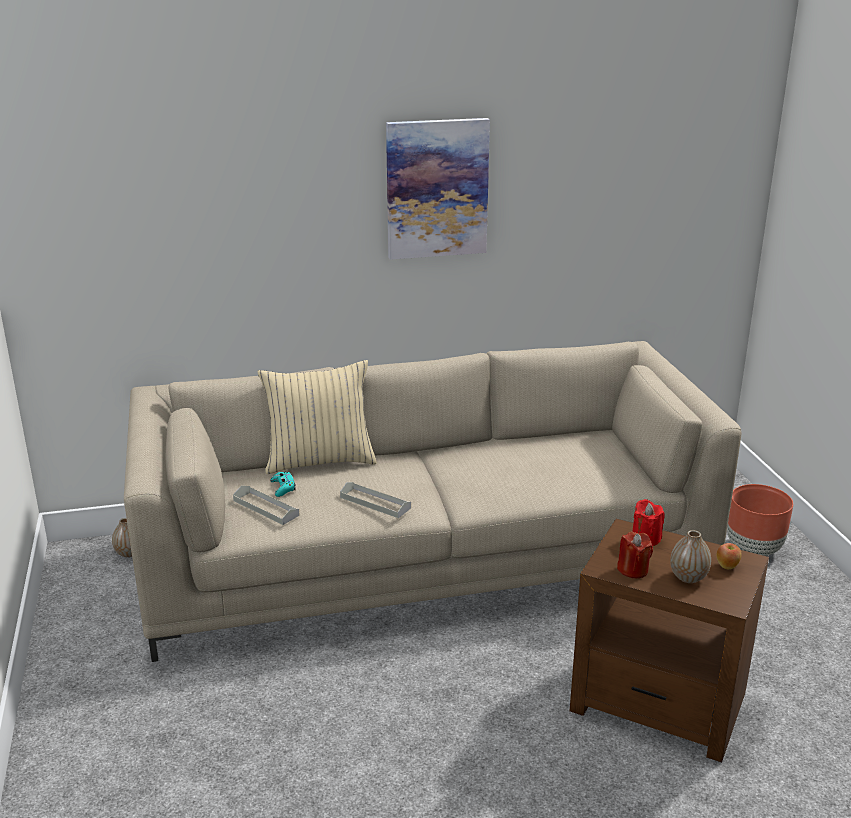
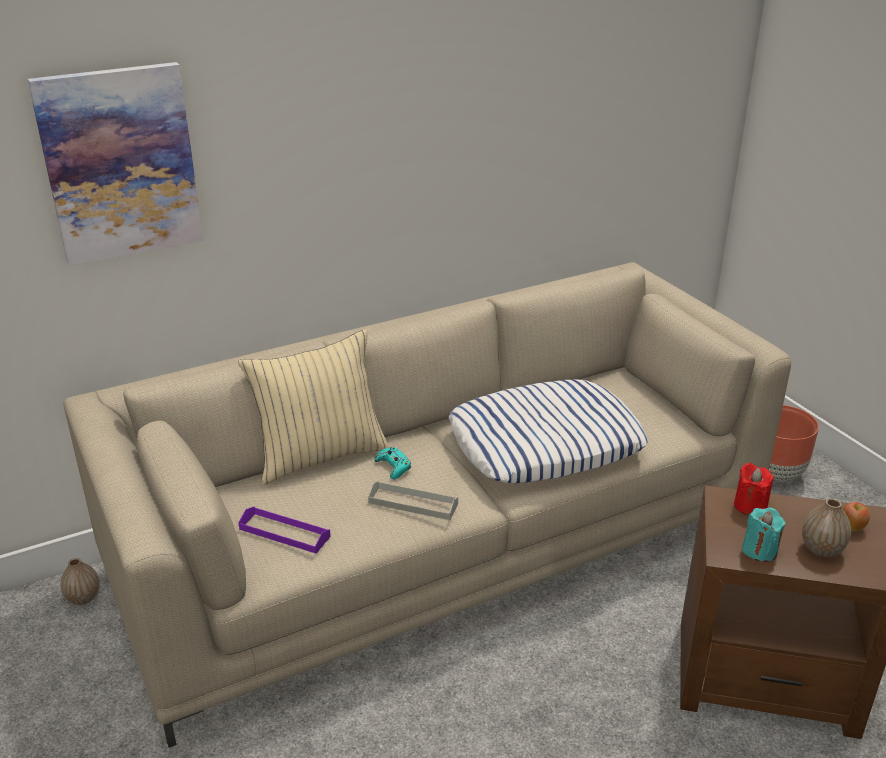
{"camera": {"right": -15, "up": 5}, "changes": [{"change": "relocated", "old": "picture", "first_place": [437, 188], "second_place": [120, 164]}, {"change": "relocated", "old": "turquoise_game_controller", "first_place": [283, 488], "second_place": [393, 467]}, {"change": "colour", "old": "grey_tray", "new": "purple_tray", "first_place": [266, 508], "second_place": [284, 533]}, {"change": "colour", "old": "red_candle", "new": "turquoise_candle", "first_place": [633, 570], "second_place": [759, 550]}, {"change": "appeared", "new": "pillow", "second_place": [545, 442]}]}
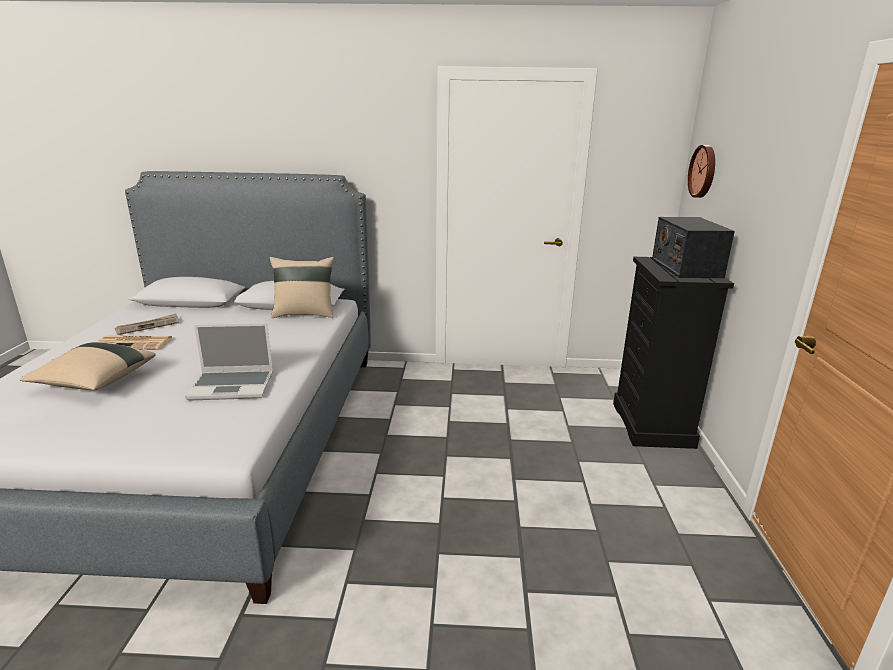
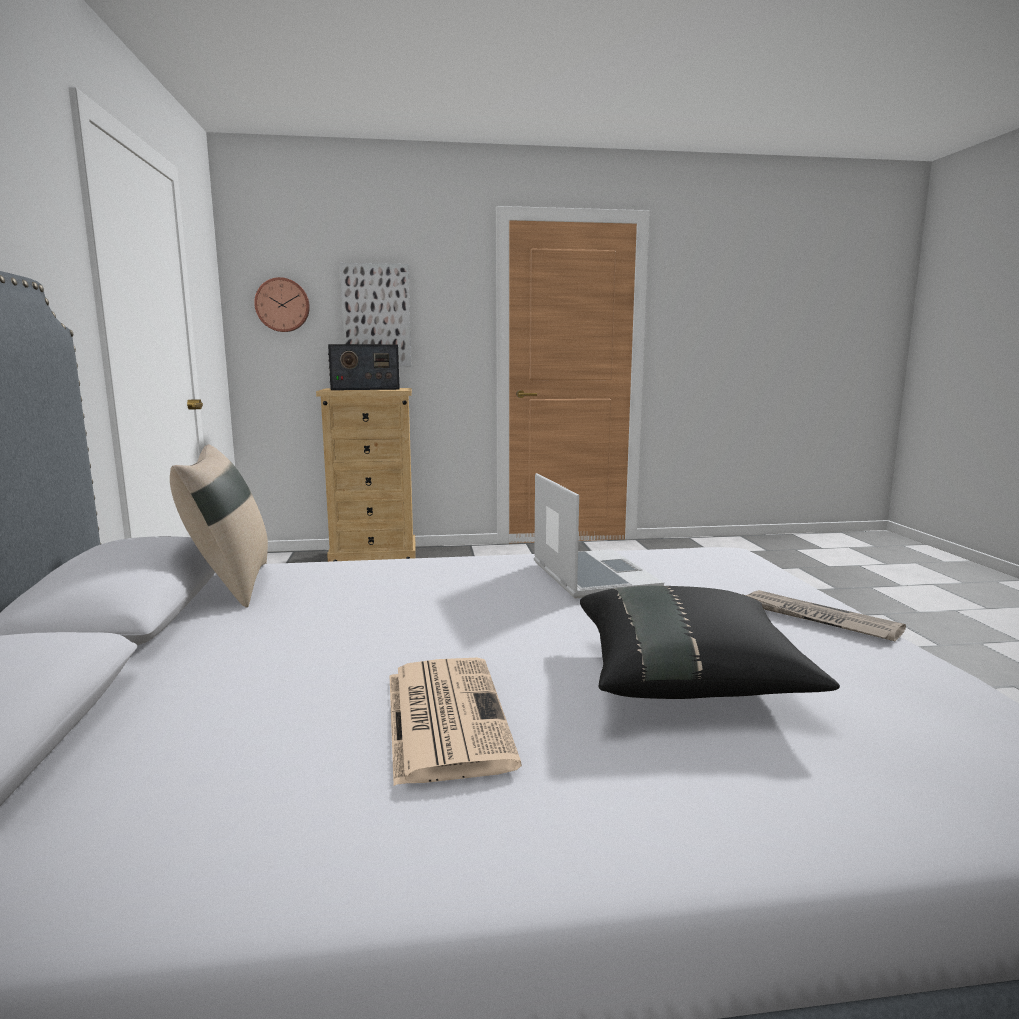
{"camera": {"right": -100, "up": -10}, "changes": [{"change": "colour", "old": "black_dresser", "new": "beige_dresser", "first_place": [652, 425], "second_place": [374, 557]}, {"change": "relocated", "old": "newspaper", "first_place": [148, 326], "second_place": [818, 619]}, {"change": "colour", "old": "beige_pillow", "new": "black_pillow", "first_place": [94, 382], "second_place": [688, 679]}, {"change": "appeared", "new": "picture", "second_place": [376, 315]}]}
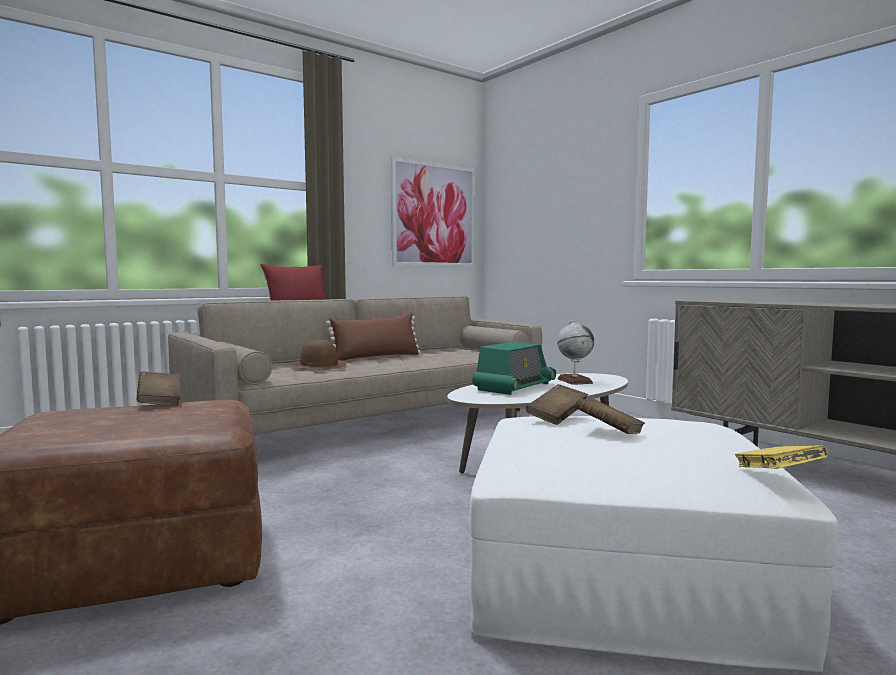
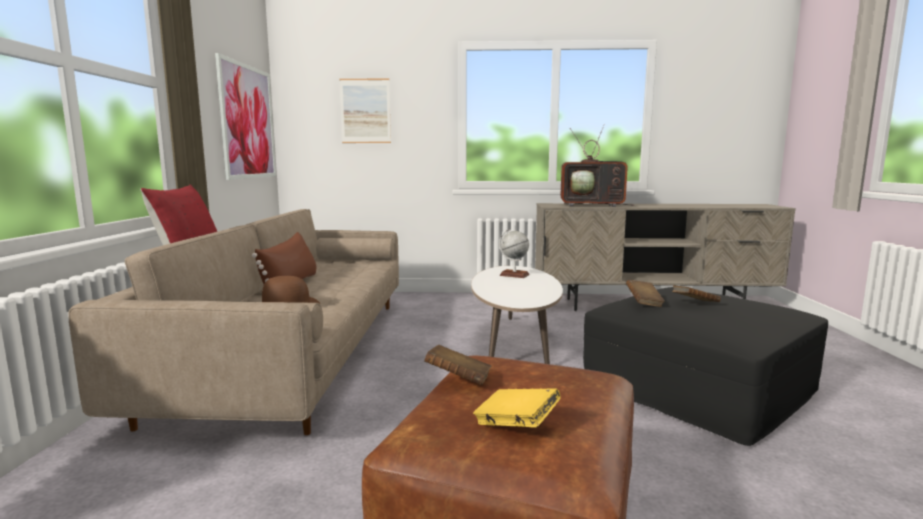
{"camera": {"right": -50, "up": 5}, "changes": [{"change": "missing", "old": "radio", "first_place": [514, 387]}, {"change": "colour", "old": "white_ottoman", "new": "black_ottoman", "first_place": [624, 575], "second_place": [698, 387]}, {"change": "relocated", "old": "yellow_book", "first_place": [777, 476], "second_place": [516, 425]}, {"change": "appeared", "new": "picture", "second_place": [365, 111]}, {"change": "appeared", "new": "television", "second_place": [593, 205]}]}
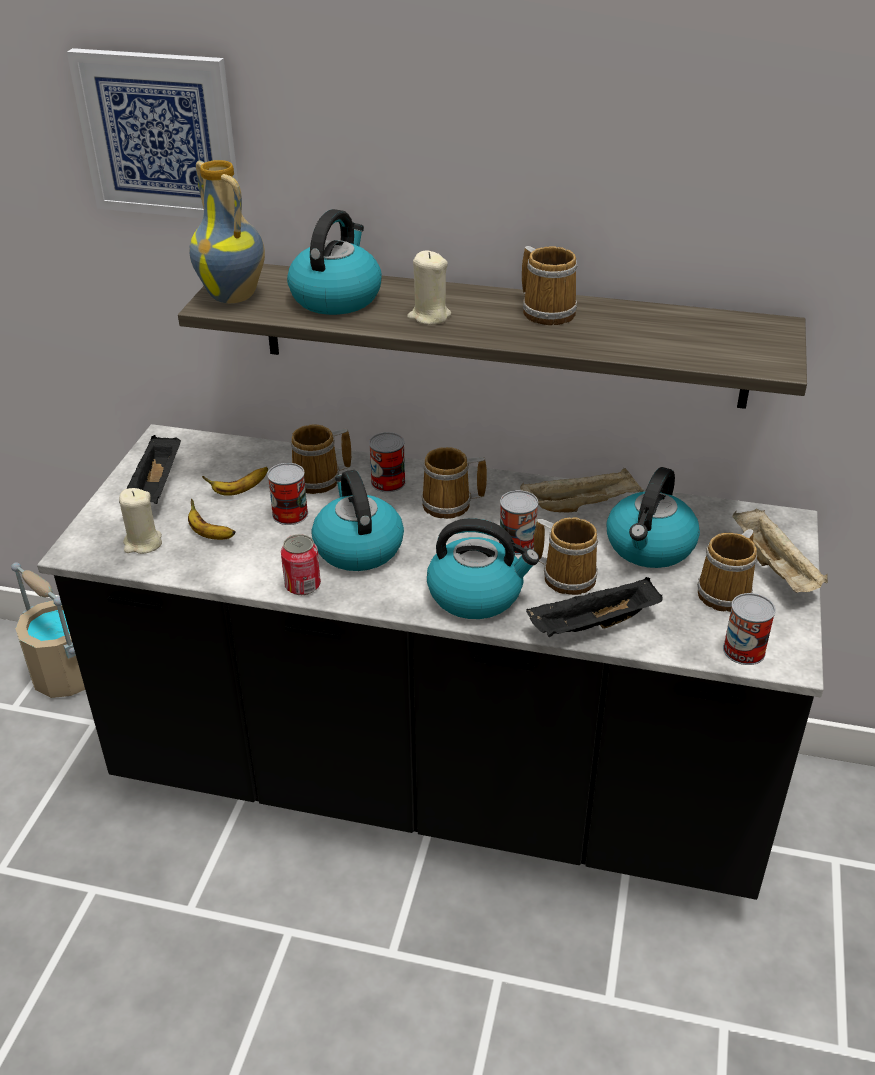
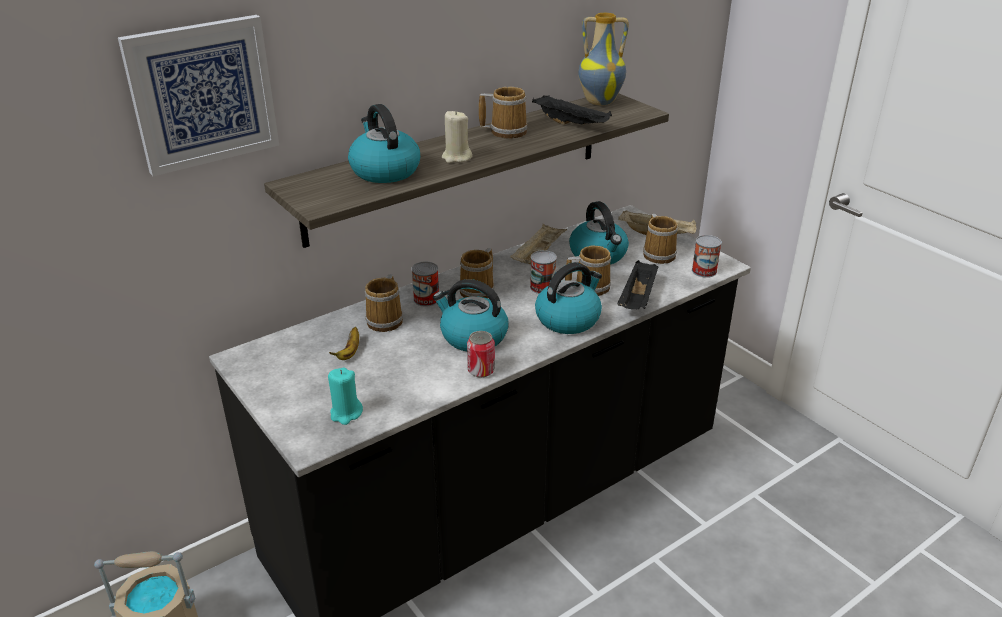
{"camera": {"right": -50, "up": -5}, "changes": [{"change": "relocated", "old": "vase", "first_place": [235, 296], "second_place": [600, 101]}, {"change": "relocated", "old": "black_tray", "first_place": [156, 489], "second_place": [572, 124]}, {"change": "missing", "old": "can", "first_place": [290, 514]}, {"change": "colour", "old": "beige_candle", "new": "turquoise_candle", "first_place": [142, 543], "second_place": [346, 413]}, {"change": "missing", "old": "banana", "first_place": [209, 534]}]}
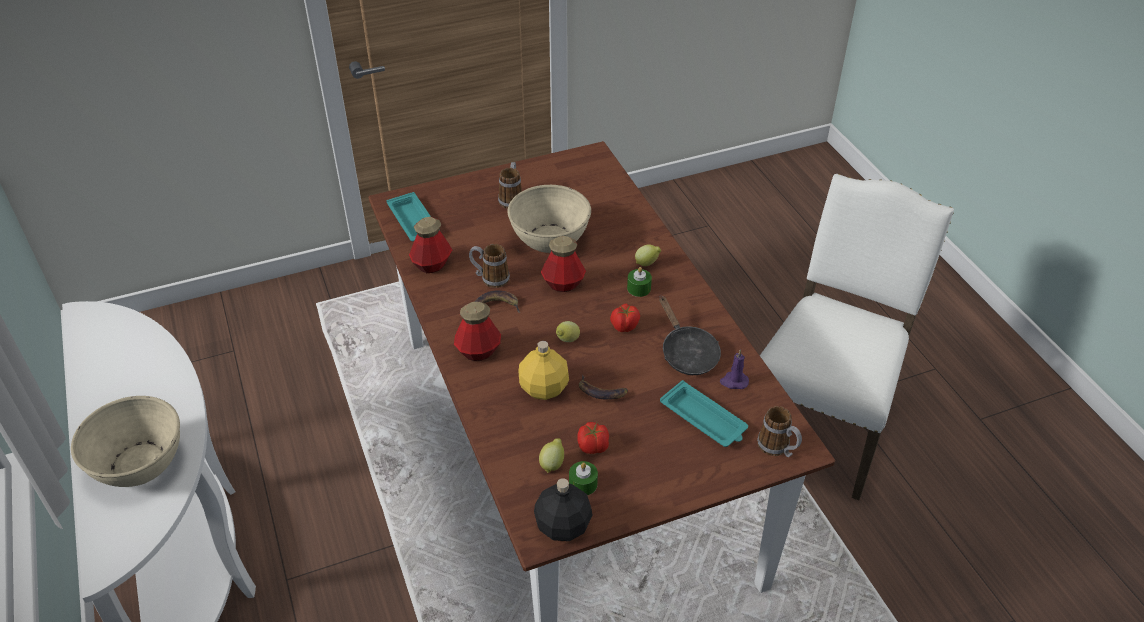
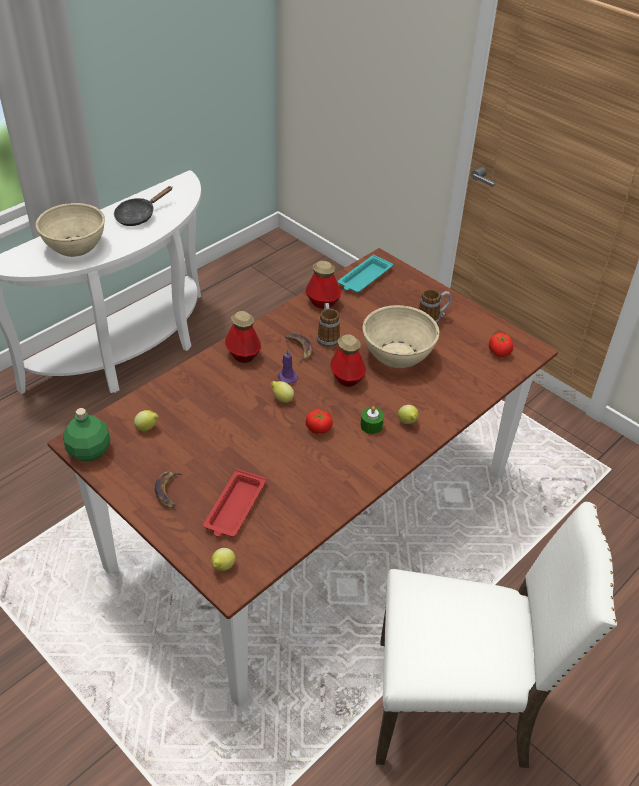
{"camera": {"right": 65, "up": 0}, "changes": [{"change": "relocated", "old": "black_frying_pan", "first_place": [687, 353], "second_place": [138, 216]}, {"change": "missing", "old": "yellow_bottle", "first_place": [543, 388]}, {"change": "relocated", "old": "purple_candle", "first_place": [733, 381], "second_place": [287, 376]}, {"change": "relocated", "old": "banana", "first_place": [601, 391], "second_place": [169, 491]}, {"change": "colour", "old": "turquoise_tray", "new": "red_tray", "first_place": [704, 419], "second_place": [234, 508]}, {"change": "exchanged", "old": "mug", "new": "lemon", "first_place": [778, 448], "second_place": [223, 567]}, {"change": "relocated", "old": "tomato", "first_place": [593, 447], "second_place": [499, 352]}, {"change": "missing", "old": "green_candle", "first_place": [583, 484]}, {"change": "colour", "old": "black_bottle", "new": "green_bottle", "first_place": [563, 525], "second_place": [90, 451]}]}
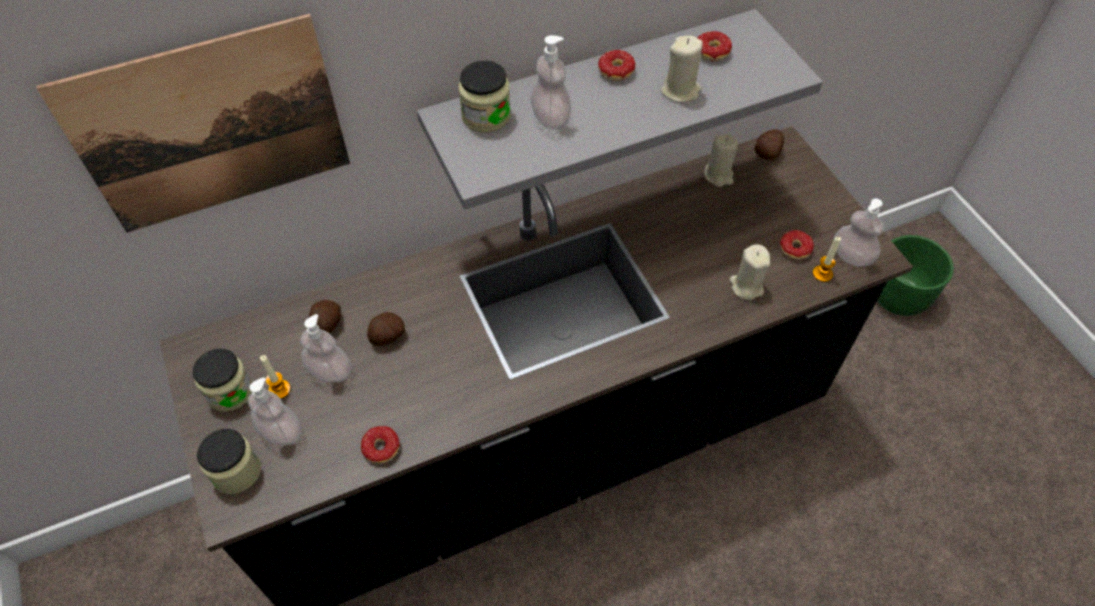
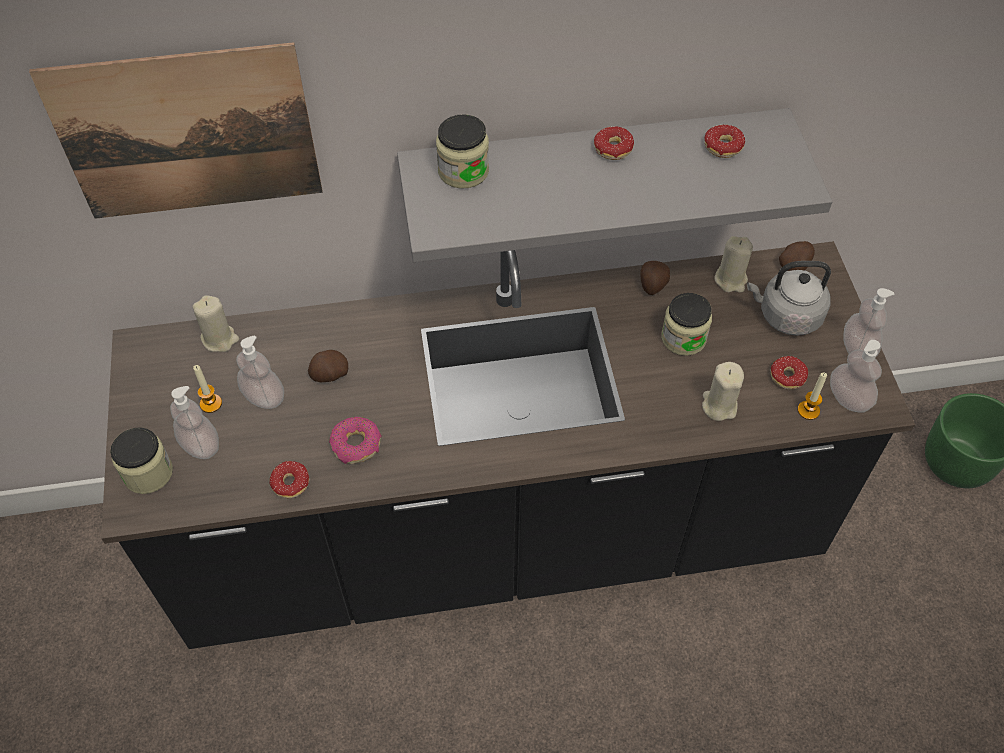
{"camera": {"right": 15, "up": 0}, "changes": [{"change": "relocated", "old": "soap_dispenser", "first_place": [550, 118], "second_place": [857, 348]}, {"change": "relocated", "old": "beige_candle", "first_place": [680, 91], "second_place": [220, 339]}, {"change": "relocated", "old": "potato", "first_place": [327, 324], "second_place": [652, 285]}, {"change": "relocated", "old": "jar", "first_place": [230, 391], "second_place": [683, 338]}, {"change": "appeared", "new": "grey_kettle", "second_place": [786, 316]}, {"change": "appeared", "new": "donut", "second_place": [356, 445]}]}
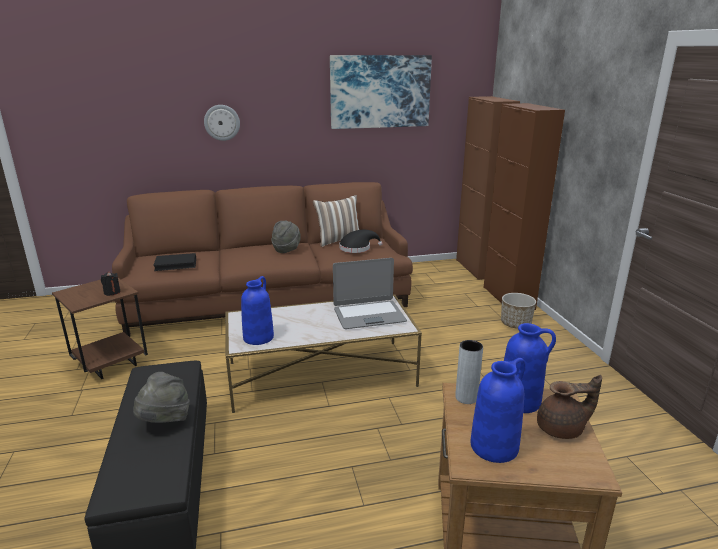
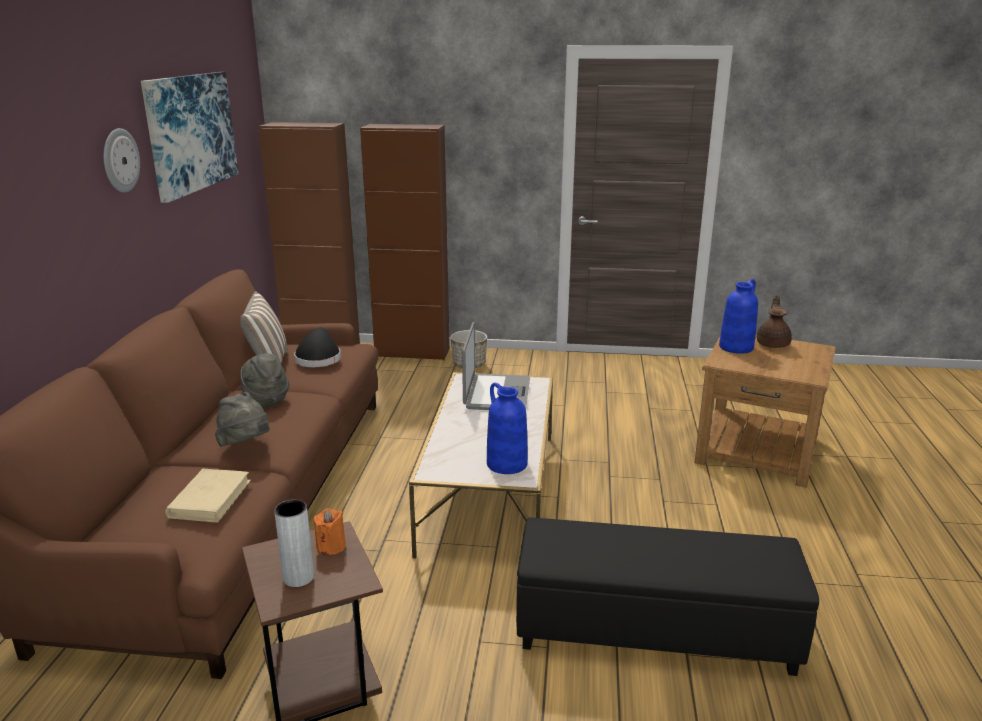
{"camera": {"right": -70, "up": 0}, "changes": [{"change": "relocated", "old": "wall_clock", "first_place": [222, 122], "second_place": [120, 160]}, {"change": "colour", "old": "black_book", "new": "beige_book", "first_place": [176, 264], "second_place": [210, 499]}, {"change": "colour", "old": "black_candle", "new": "orange_candle", "first_place": [112, 292], "second_place": [331, 546]}, {"change": "relocated", "old": "grey_vase", "first_place": [466, 397], "second_place": [298, 577]}, {"change": "missing", "old": "blue_vase", "first_place": [494, 446]}, {"change": "relocated", "old": "grey_hat", "first_place": [165, 422], "second_place": [246, 446]}]}
